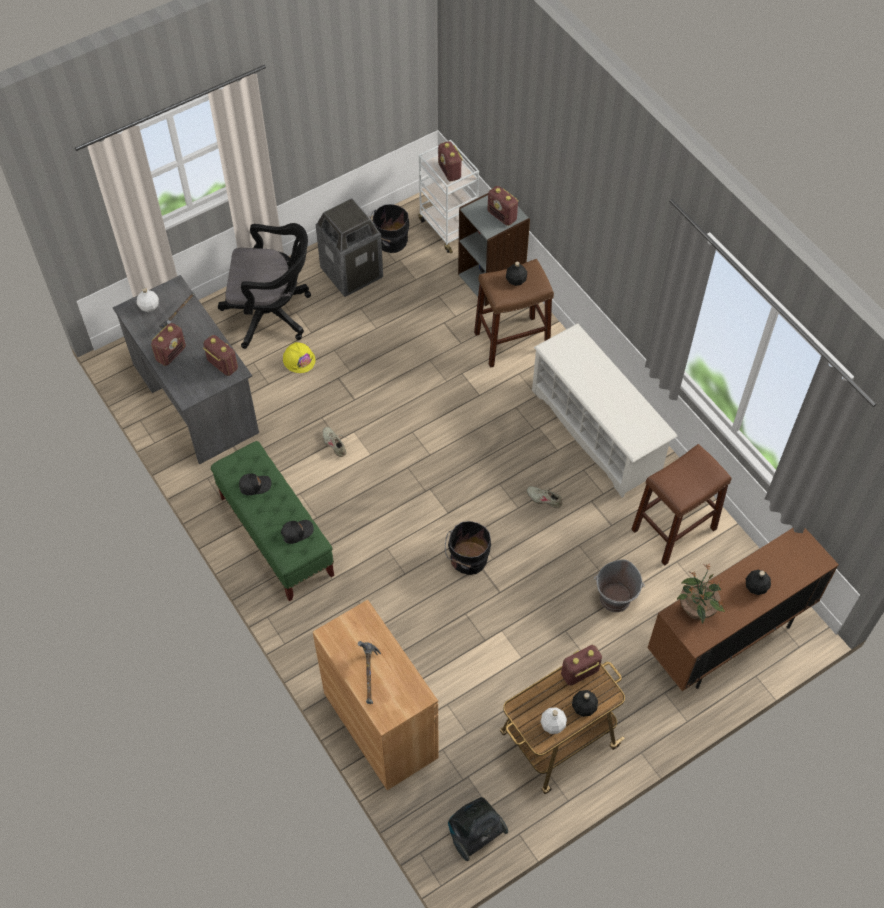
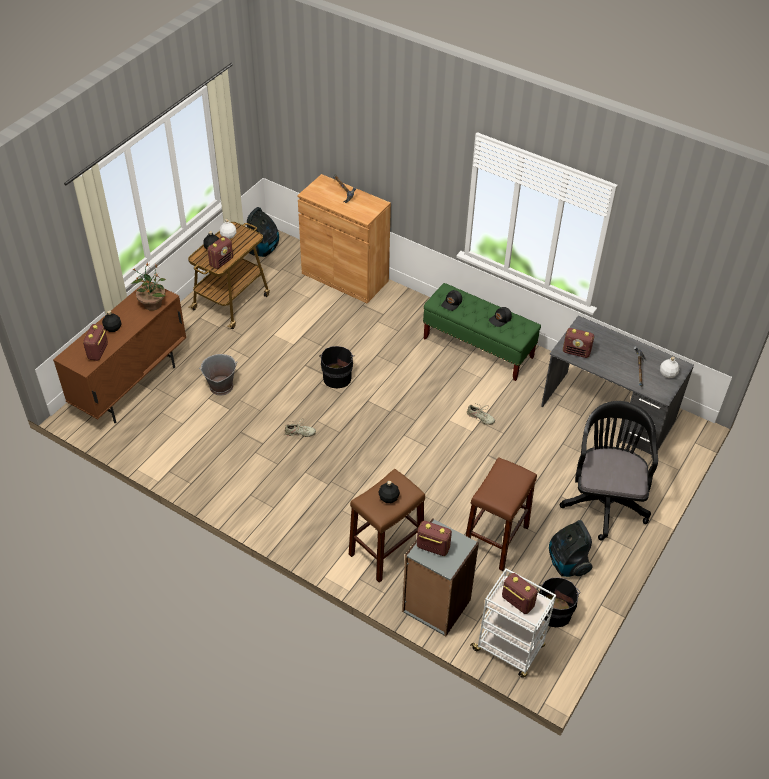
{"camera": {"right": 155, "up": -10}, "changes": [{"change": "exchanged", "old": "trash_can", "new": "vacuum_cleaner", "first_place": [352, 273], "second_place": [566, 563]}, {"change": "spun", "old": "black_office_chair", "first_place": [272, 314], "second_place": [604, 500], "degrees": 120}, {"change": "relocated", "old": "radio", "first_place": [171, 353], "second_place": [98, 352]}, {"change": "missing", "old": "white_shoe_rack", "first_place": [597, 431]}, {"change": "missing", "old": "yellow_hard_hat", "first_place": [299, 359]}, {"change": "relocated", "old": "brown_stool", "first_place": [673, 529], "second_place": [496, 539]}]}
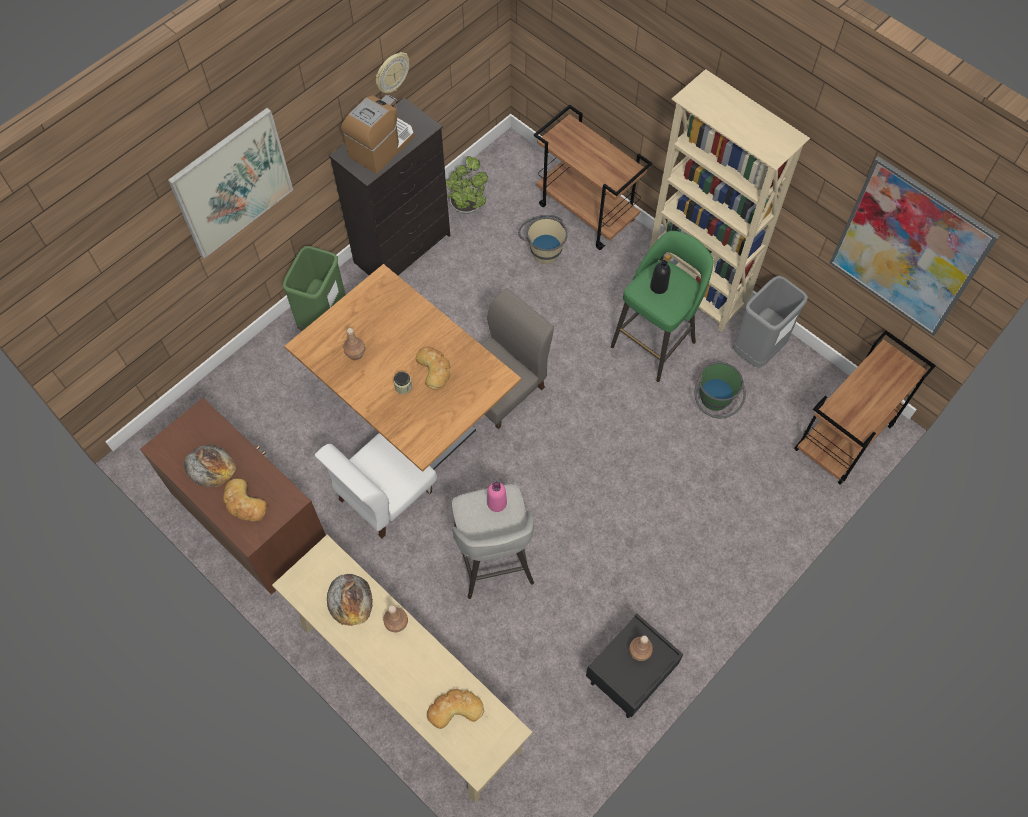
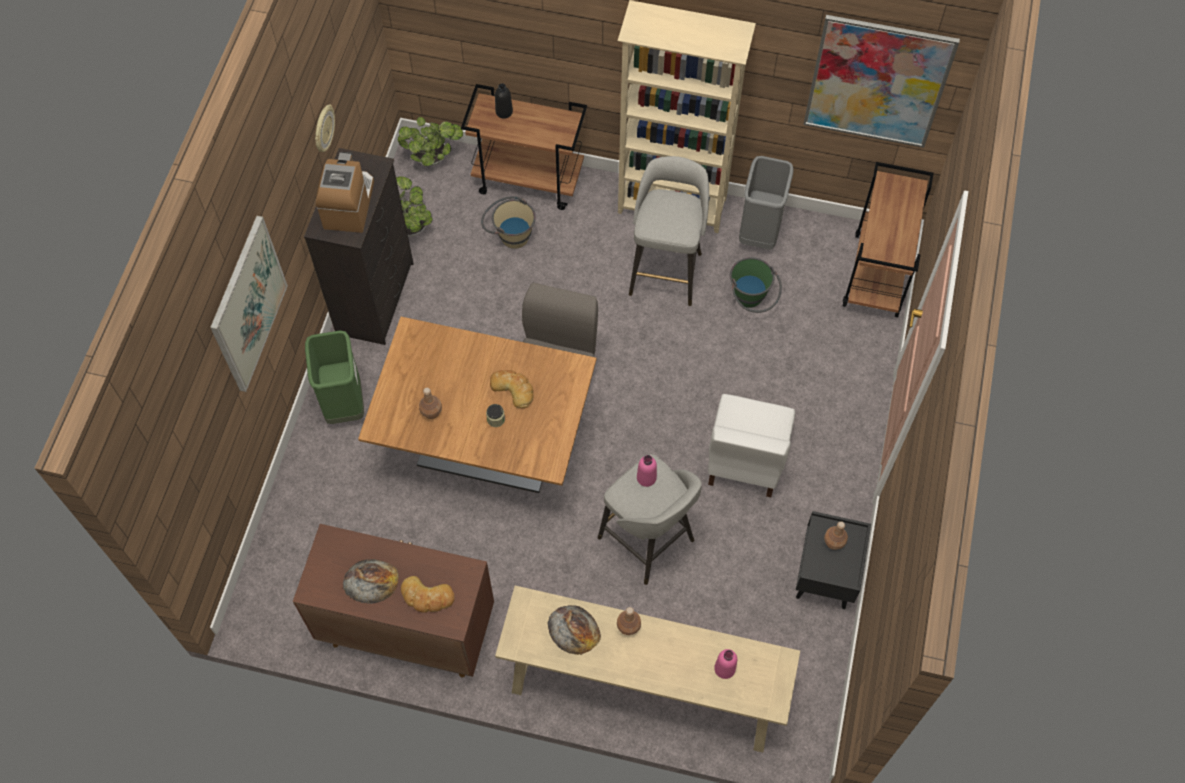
{"camera": {"right": -30, "up": 0}, "changes": [{"change": "colour", "old": "green_stool", "new": "grey_stool", "first_place": [655, 343], "second_place": [666, 271]}, {"change": "relocated", "old": "black_bottle", "first_place": [658, 286], "second_place": [504, 112]}, {"change": "relocated", "old": "white_chair", "first_place": [384, 495], "second_place": [745, 460]}, {"change": "exchanged", "old": "bread", "new": "pink_bottle", "first_place": [454, 708], "second_place": [724, 668]}, {"change": "appeared", "new": "potted_plant", "second_place": [433, 158]}]}
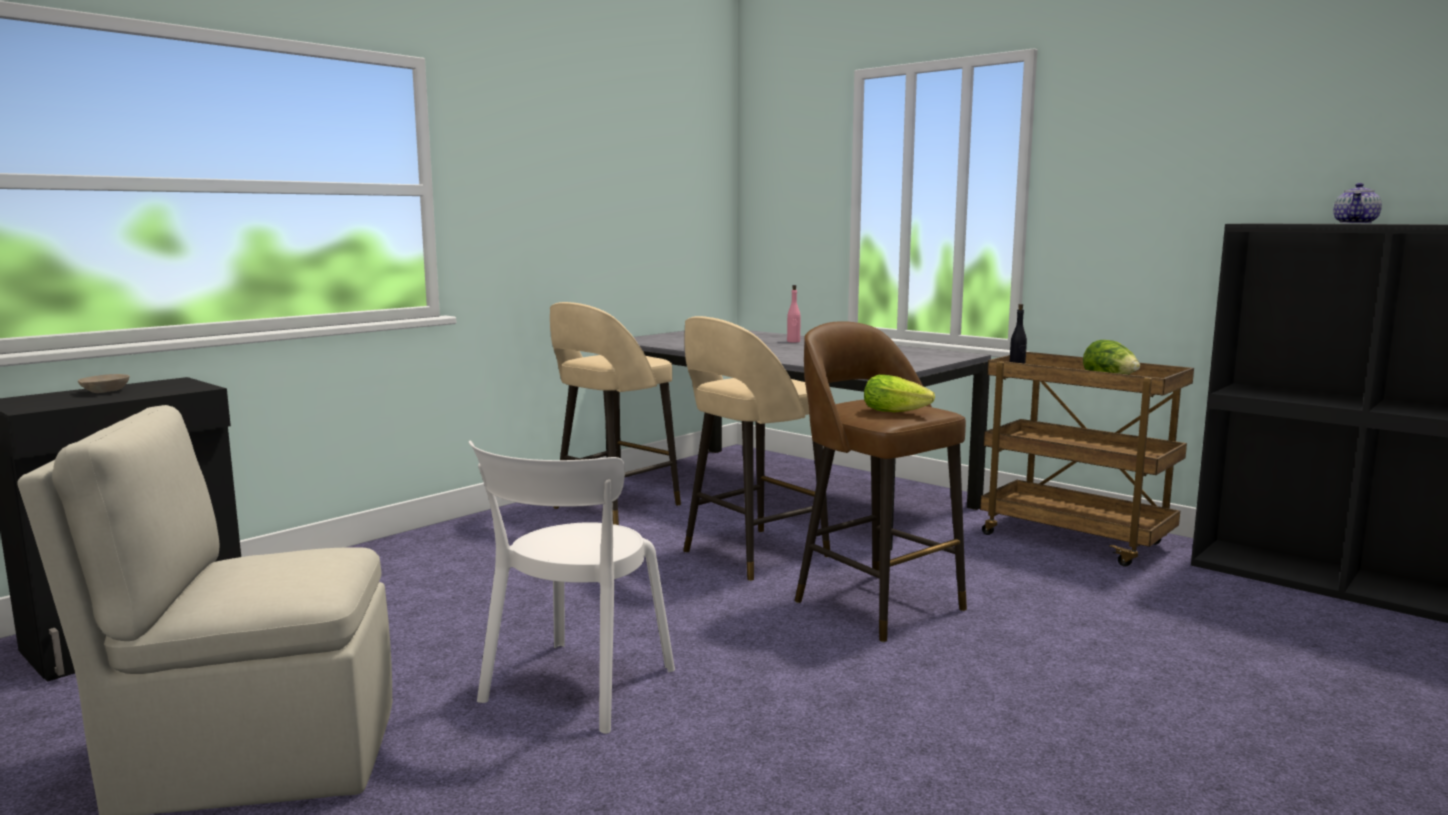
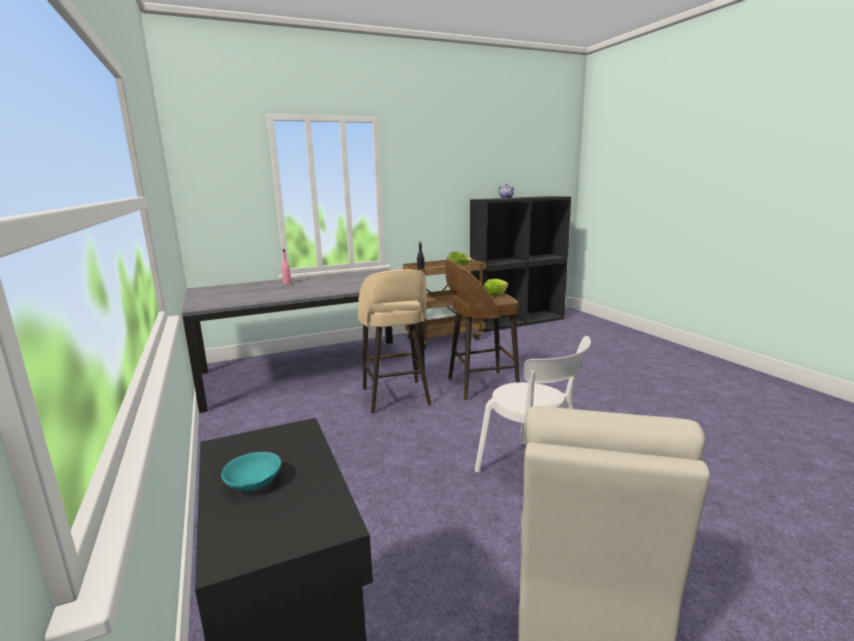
{"camera": {"right": -65, "up": 5}, "changes": [{"change": "missing", "old": "beige_stool", "first_place": [613, 507]}, {"change": "colour", "old": "beige_bowl", "new": "turquoise_bowl", "first_place": [107, 391], "second_place": [254, 481]}]}
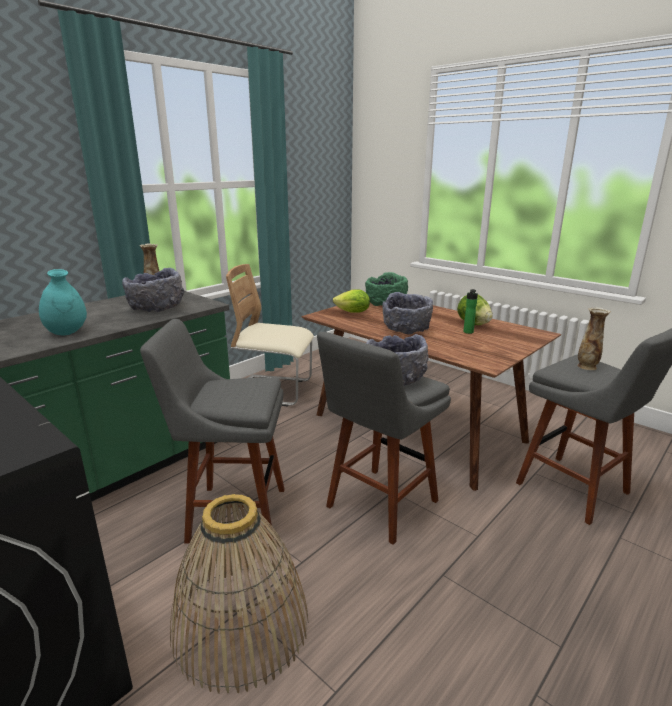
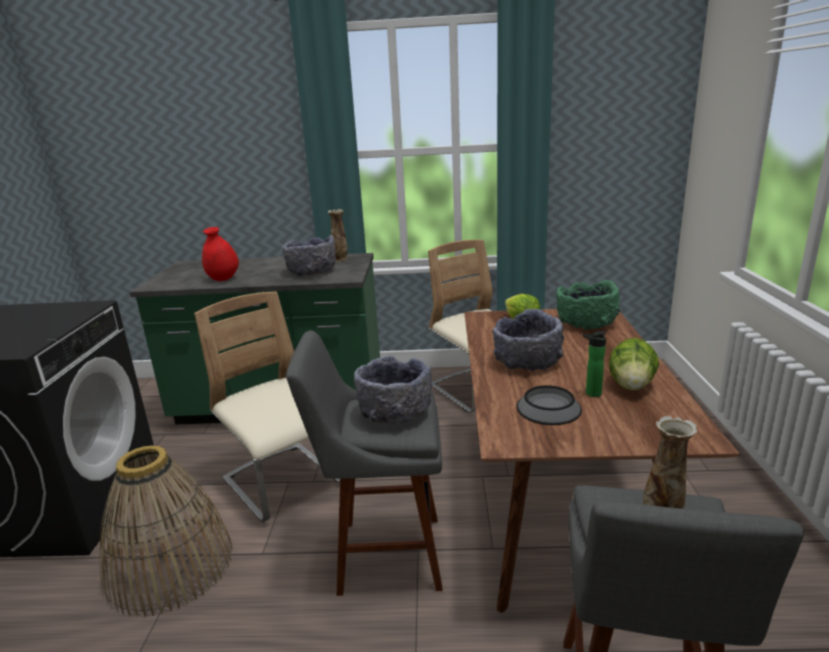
{"camera": {"right": 50, "up": 0}, "changes": [{"change": "colour", "old": "turquoise_vase", "new": "red_vase", "first_place": [67, 333], "second_place": [223, 279]}, {"change": "exchanged", "old": "grey_stool", "new": "beige_chair", "first_place": [231, 513], "second_place": [284, 483]}, {"change": "appeared", "new": "bowl", "second_place": [548, 408]}]}
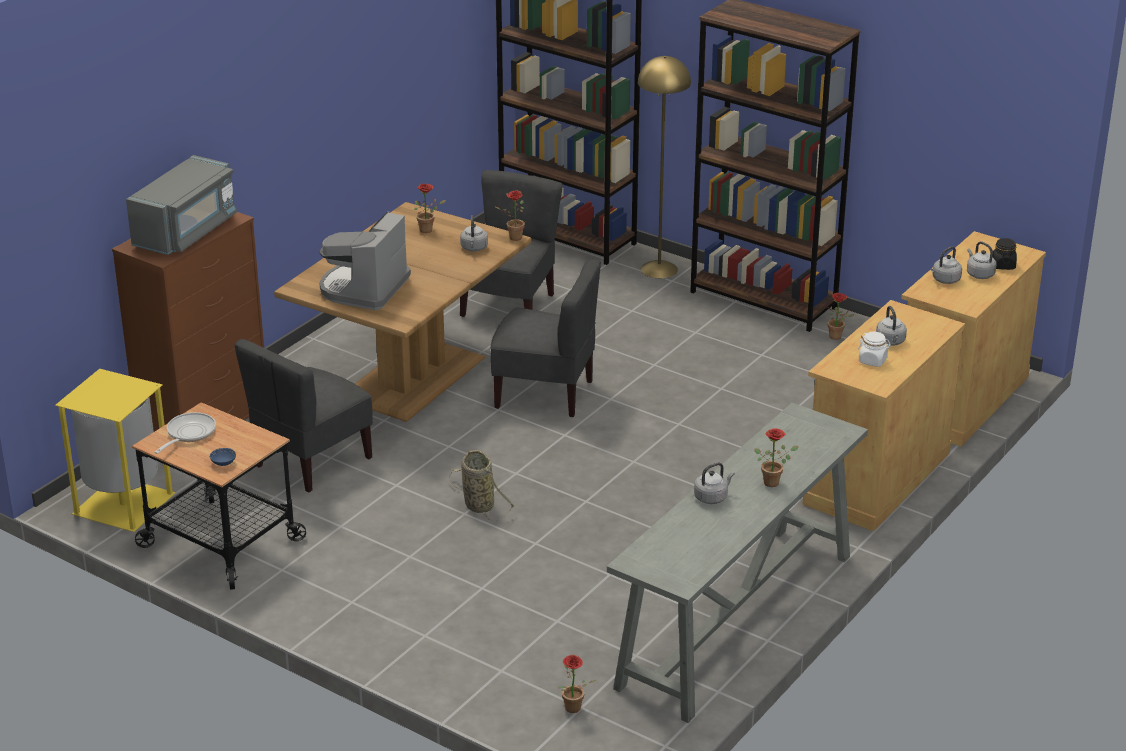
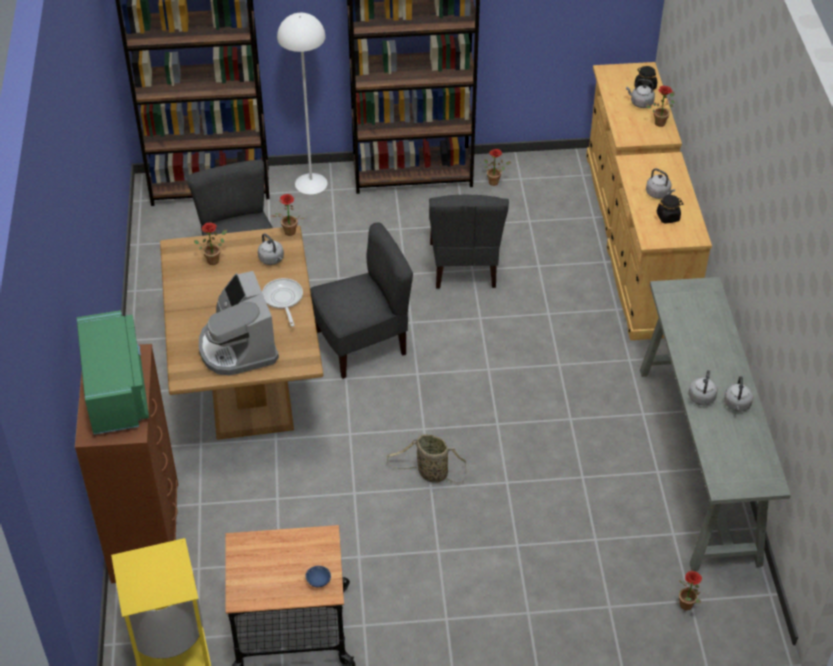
{"camera": {"right": -40, "up": 15}, "changes": [{"change": "colour", "old": "yellow_floor_lamp", "new": "white_floor_lamp", "first_place": [658, 269], "second_place": [311, 183]}, {"change": "colour", "old": "grey_microwave", "new": "green_microwave", "first_place": [186, 231], "second_place": [115, 391]}, {"change": "relocated", "old": "grey_kettle", "first_place": [945, 280], "second_place": [737, 405]}, {"change": "colour", "old": "white_jar", "new": "black_jar", "first_place": [873, 361], "second_place": [668, 217]}, {"change": "relocated", "old": "grey_chair", "first_place": [312, 462], "second_place": [464, 265]}, {"change": "relocated", "old": "frying_pan", "first_place": [188, 434], "second_place": [283, 300]}, {"change": "relocated", "old": "potted_plant", "first_place": [774, 482], "second_place": [660, 122]}]}
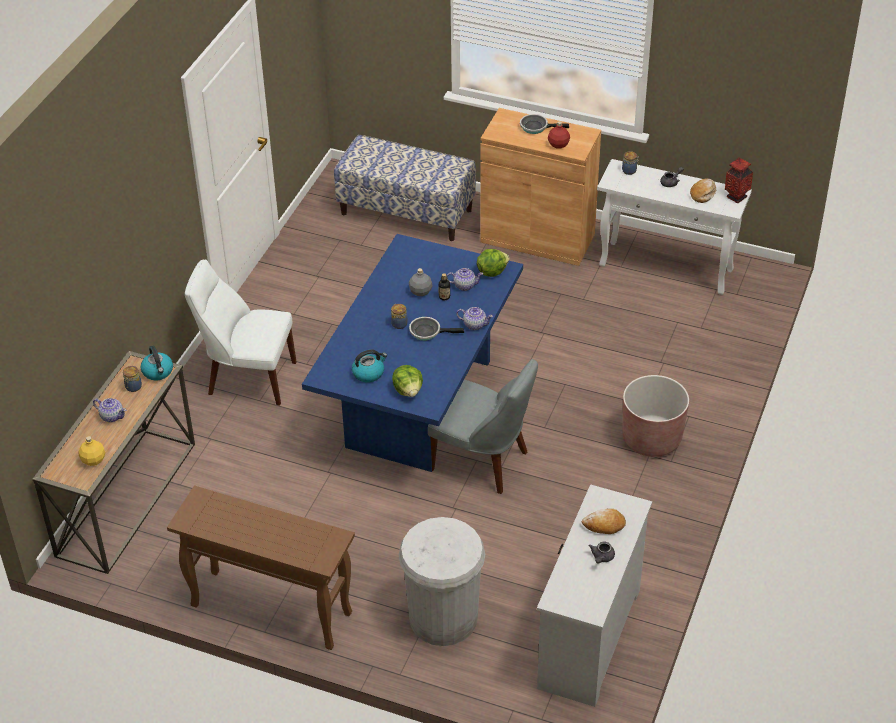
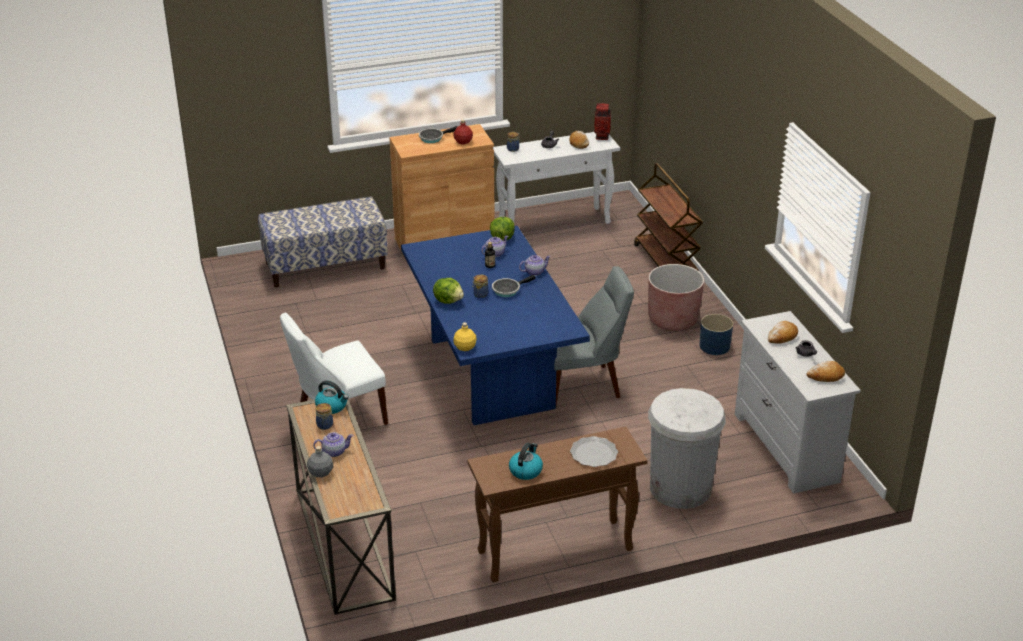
{"camera": {"right": -40, "up": -10}, "changes": [{"change": "relocated", "old": "grey_bottle", "first_place": [420, 291], "second_place": [320, 473]}, {"change": "relocated", "old": "kettle", "first_place": [369, 373], "second_place": [526, 470]}, {"change": "relocated", "old": "lettuce", "first_place": [408, 390], "second_place": [448, 300]}, {"change": "relocated", "old": "yellow_bottle", "first_place": [93, 460], "second_place": [465, 347]}, {"change": "appeared", "new": "brown_cart", "second_place": [666, 262]}, {"change": "appeared", "new": "blue_planter", "second_place": [714, 346]}, {"change": "appeared", "new": "bread", "second_place": [826, 376]}, {"change": "appeared", "new": "plate", "second_place": [593, 454]}]}
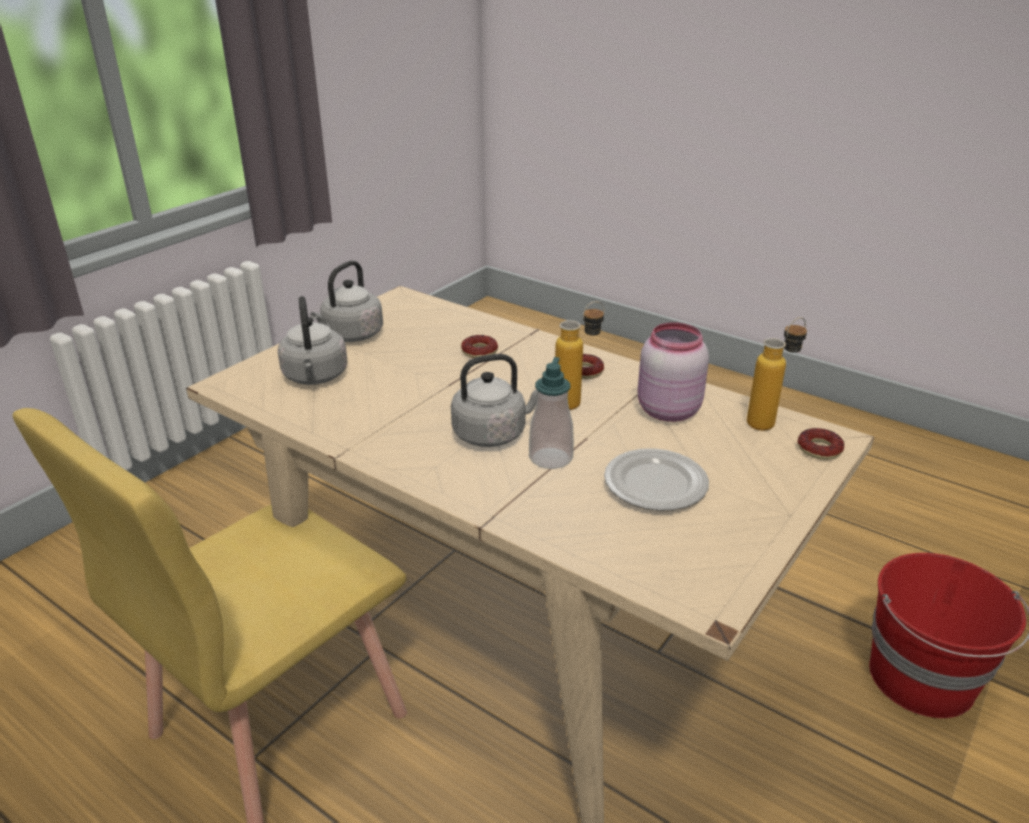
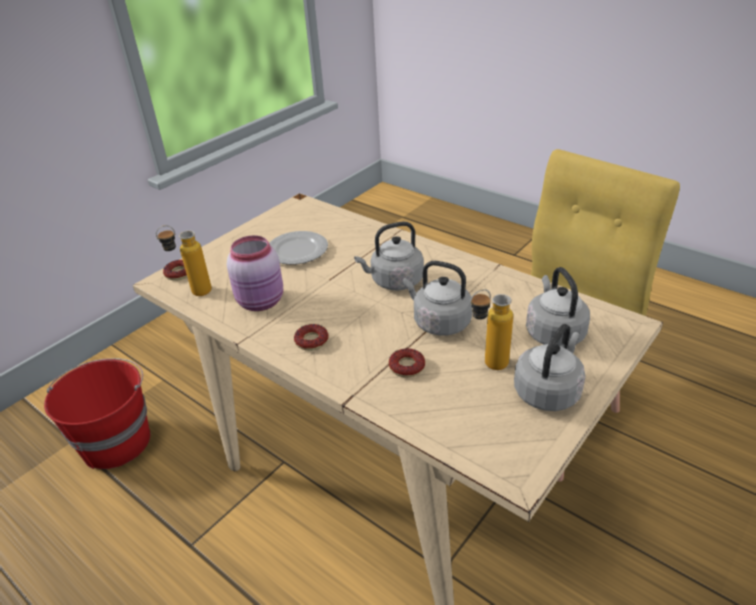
{"camera": {"right": -175, "up": 5}, "changes": [{"change": "relocated", "old": "bottle", "first_place": [577, 402], "second_place": [487, 366]}, {"change": "missing", "old": "soap_dispenser", "first_place": [550, 457]}, {"change": "appeared", "new": "grey_kettle", "second_place": [439, 322]}]}
